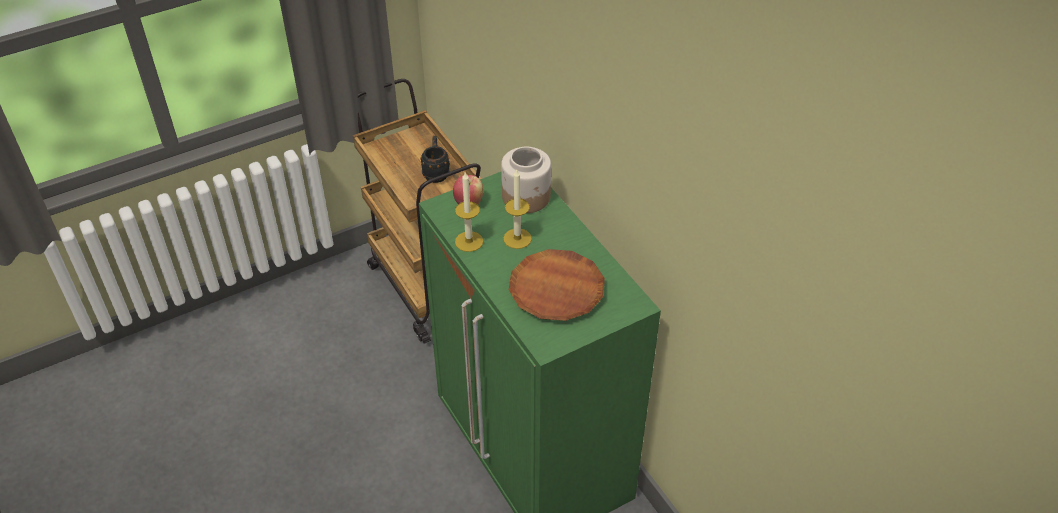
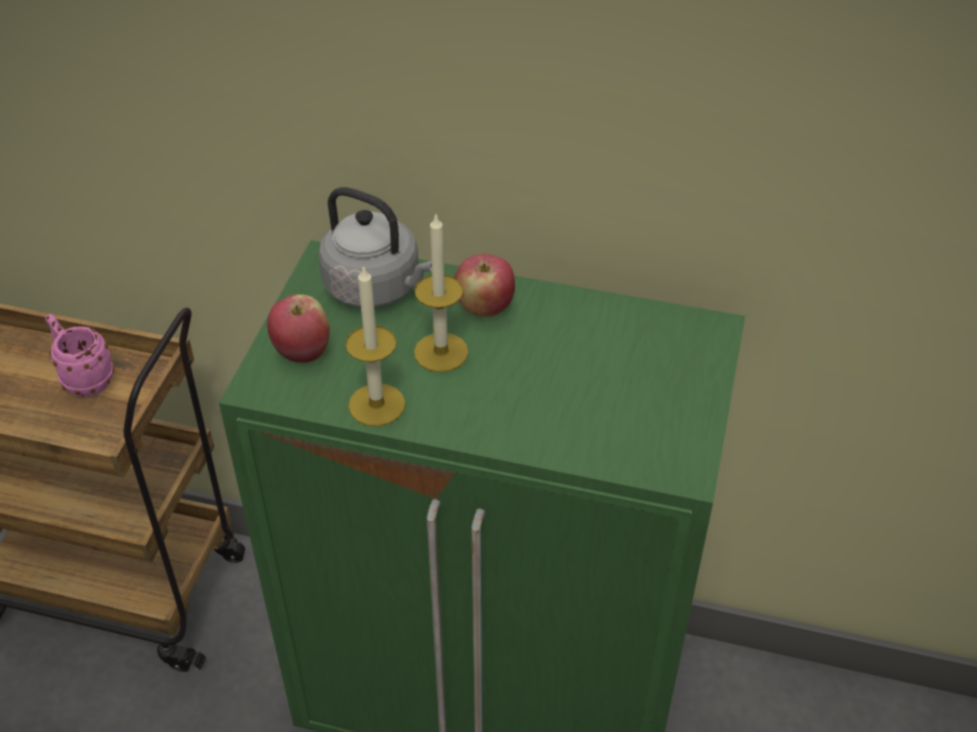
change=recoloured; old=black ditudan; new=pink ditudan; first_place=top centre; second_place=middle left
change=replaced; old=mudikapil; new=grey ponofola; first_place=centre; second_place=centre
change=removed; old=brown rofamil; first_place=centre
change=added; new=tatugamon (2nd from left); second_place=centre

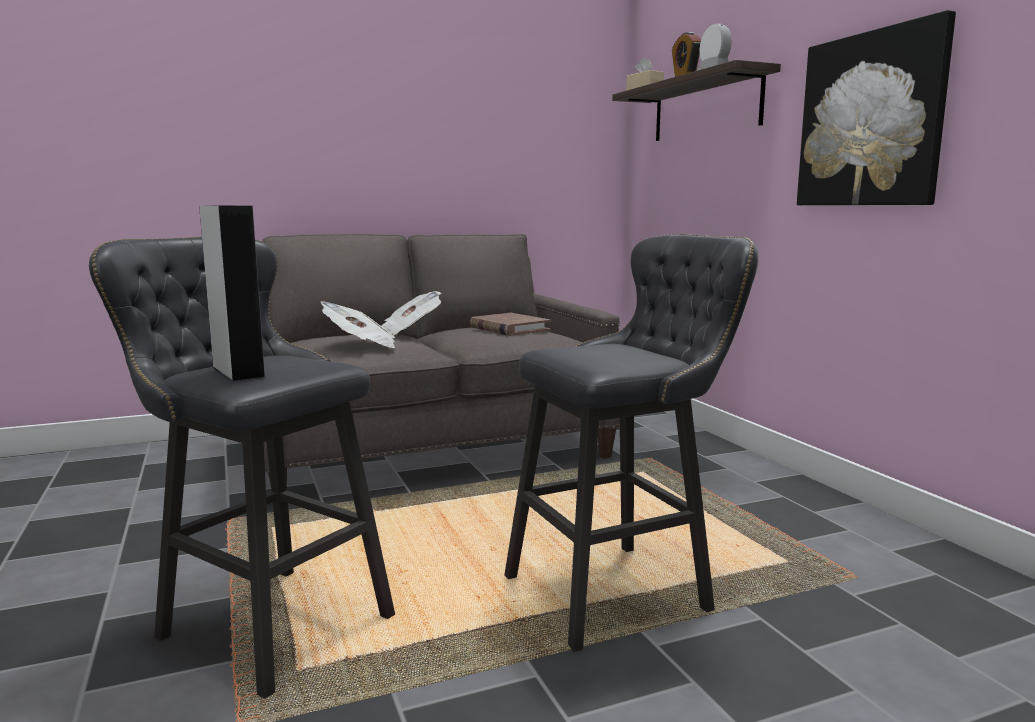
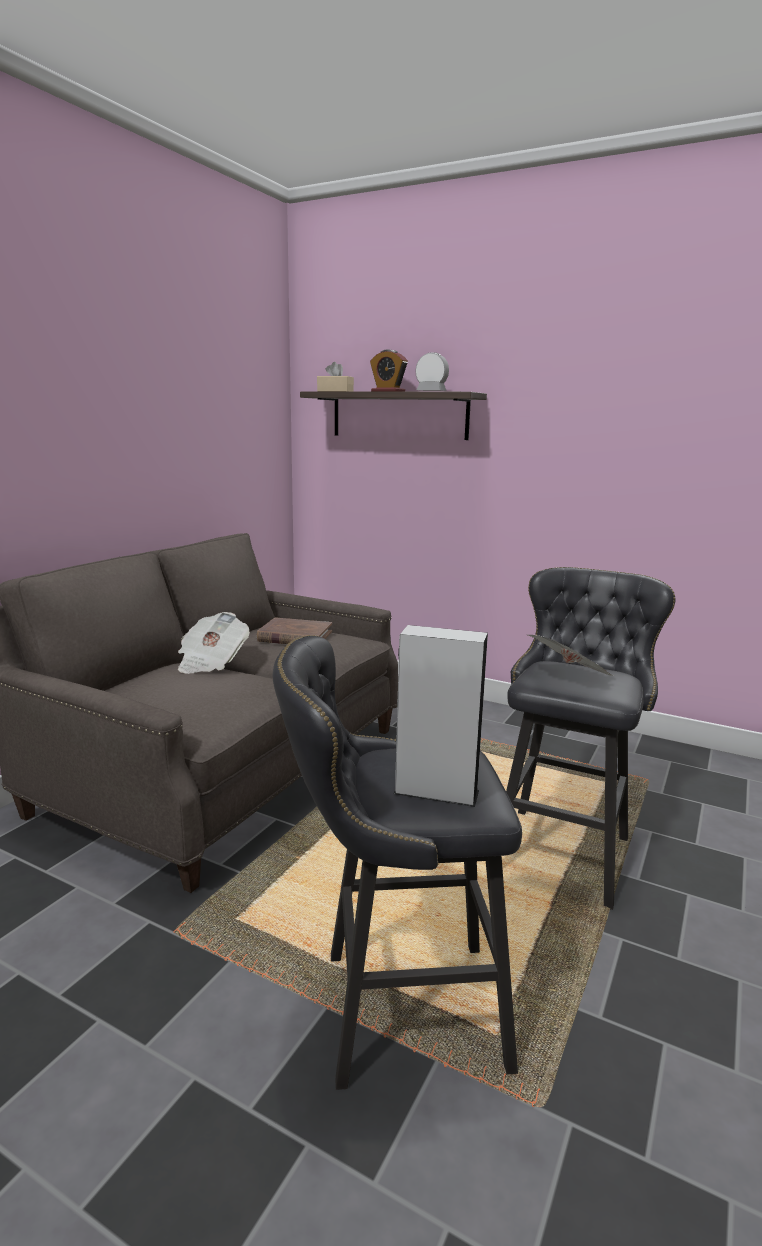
change=removed; old=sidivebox; first_place=top right
change=moved; old=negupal (1st from left in the first image); new=negupal (2nd from left); first_place=centre; second_place=middle right

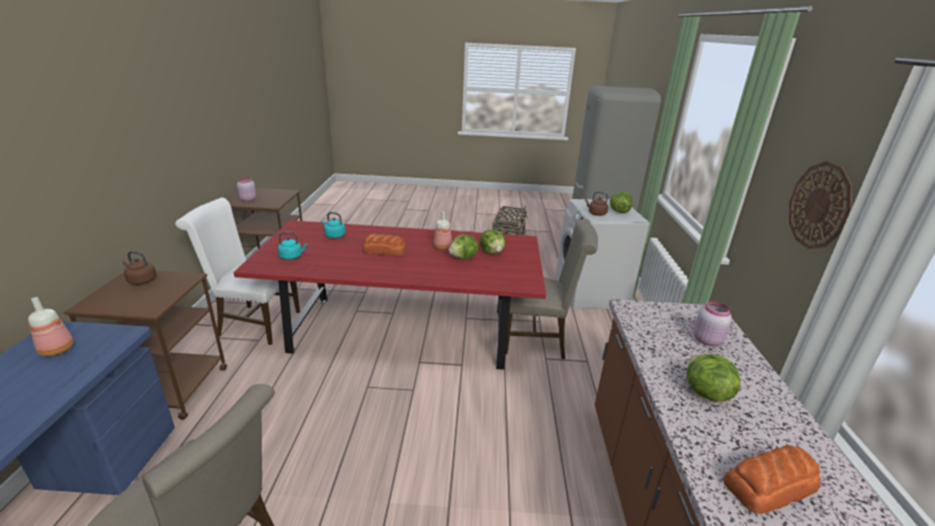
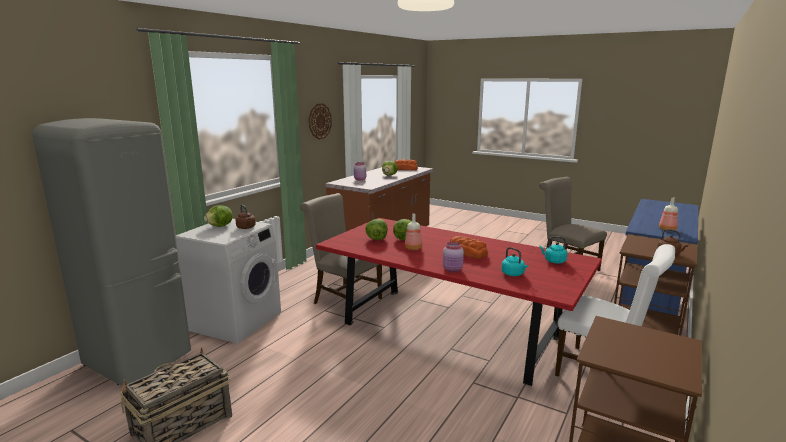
change=moved; old=pink mudikapil (1st from left in the first image); new=pink mudikapil (2nd from left); first_place=middle left; second_place=centre

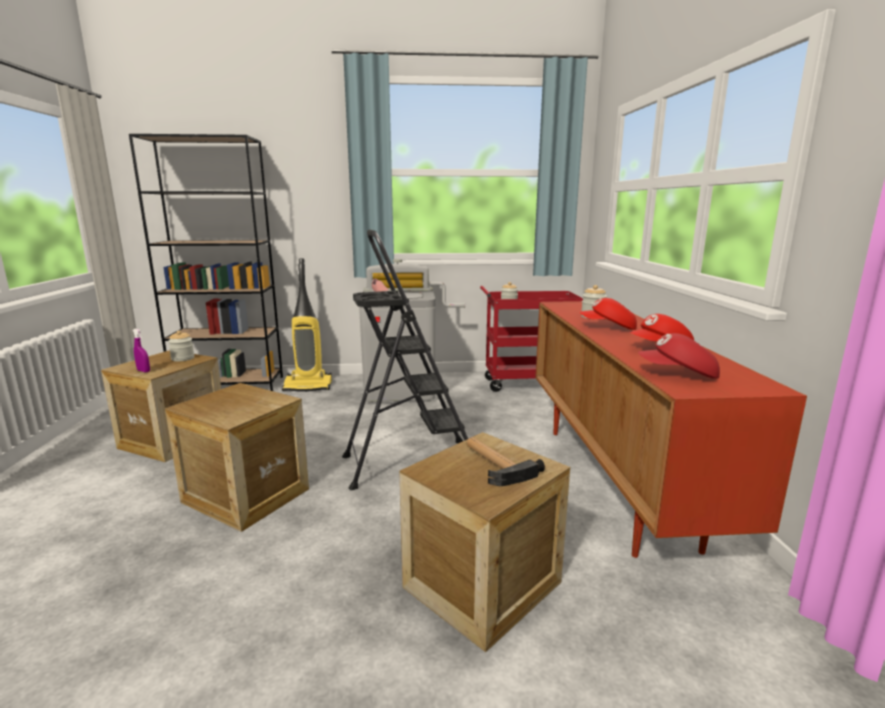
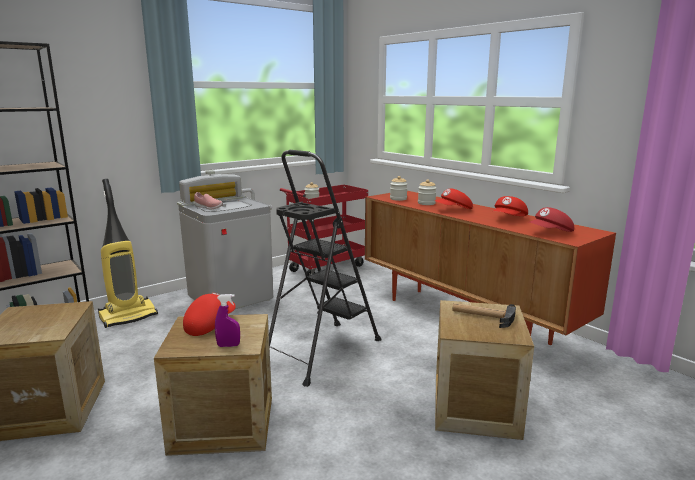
change=moved; old=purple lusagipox; first_place=middle left; second_place=bottom left
change=moved; old=mudikapil (1st from left in the first image); new=mudikapil (2nd from left); first_place=middle left; second_place=centre
change=added; new=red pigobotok (1st from left); second_place=middle left

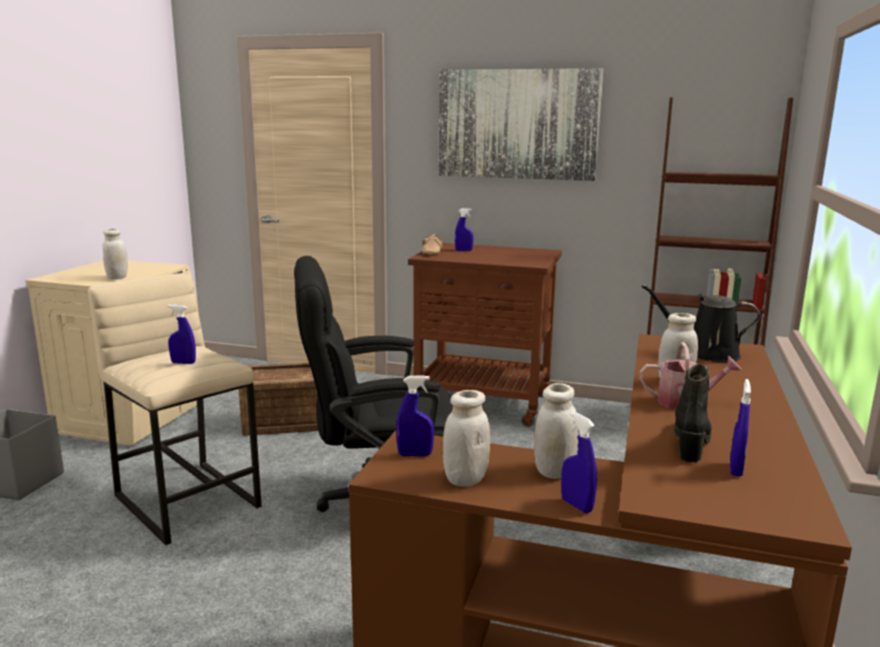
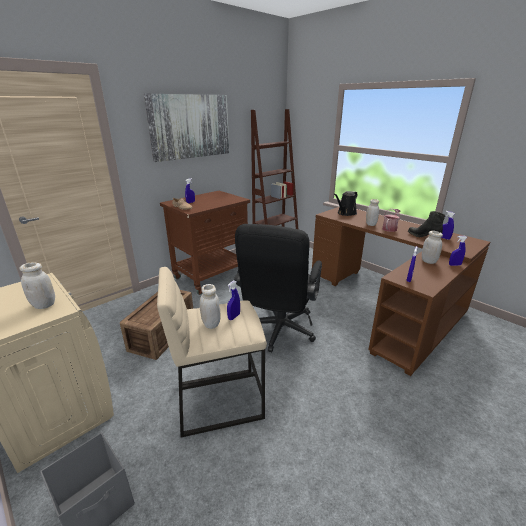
change=moved; old=white mudikapil (2nd from left); first_place=bottom centre; second_place=centre

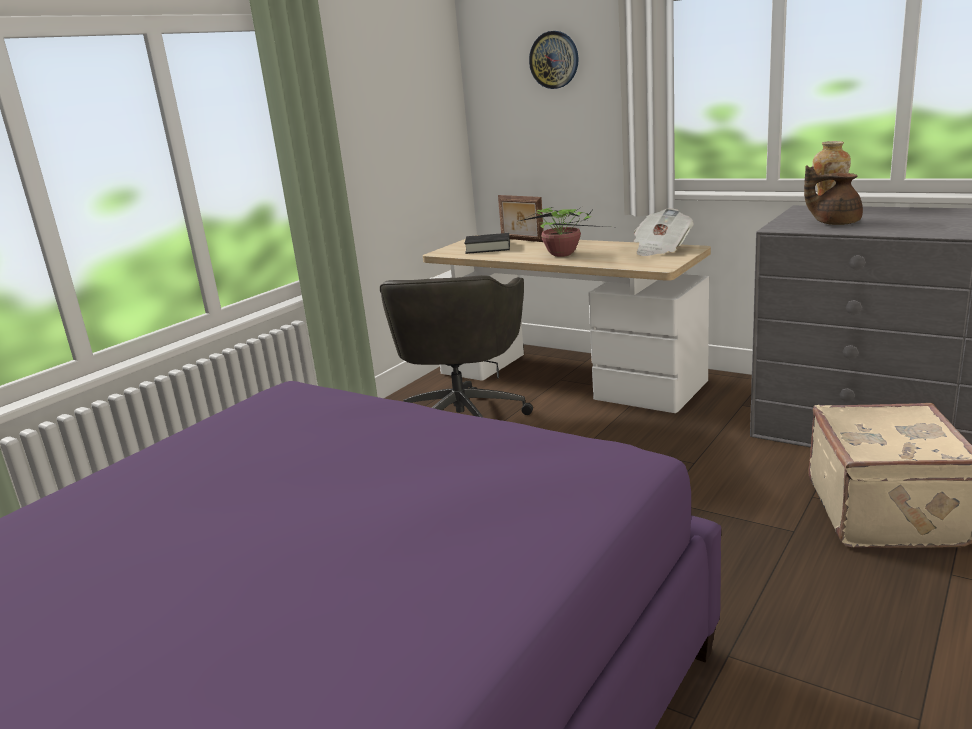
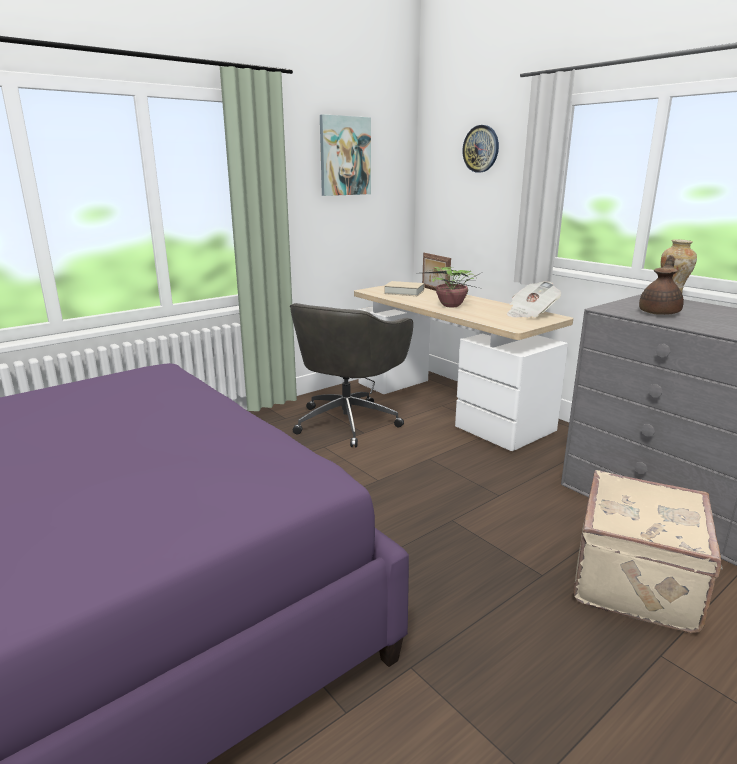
change=turned; old=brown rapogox; first_place=top right; second_place=middle right; degrees=90
change=recoloured; old=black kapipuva; new=beige kapipuva; first_place=centre; second_place=centre
change=added; new=sidivebox; second_place=top centre

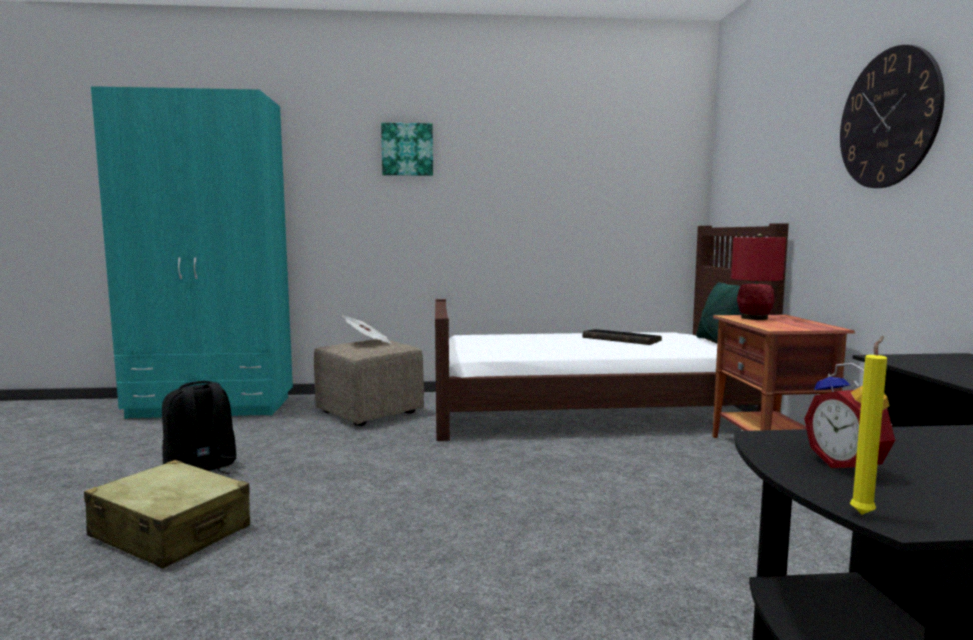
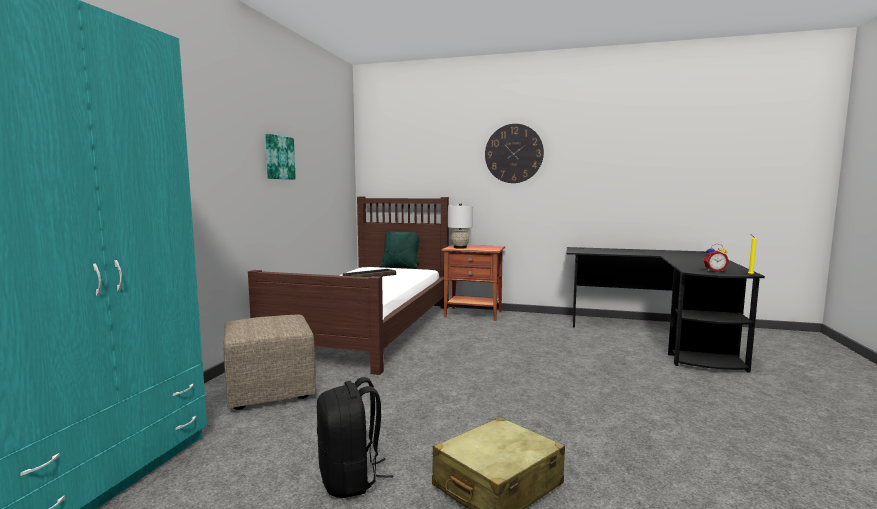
change=moved; old=sidivebox; first_place=top centre; second_place=top left
change=recoloured; old=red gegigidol; new=white gegigidol; first_place=middle right; second_place=centre
change=removed; old=negupal; first_place=centre

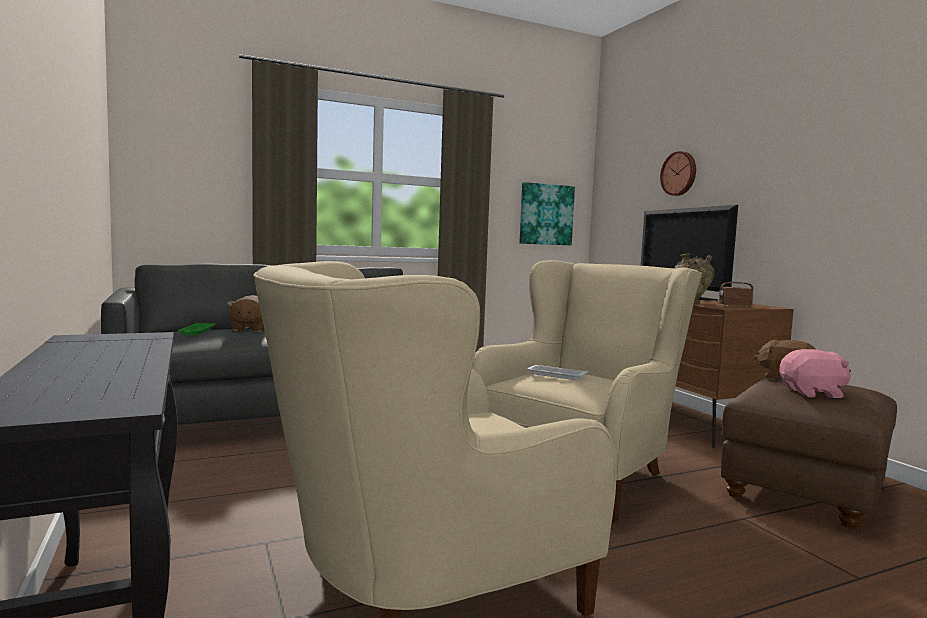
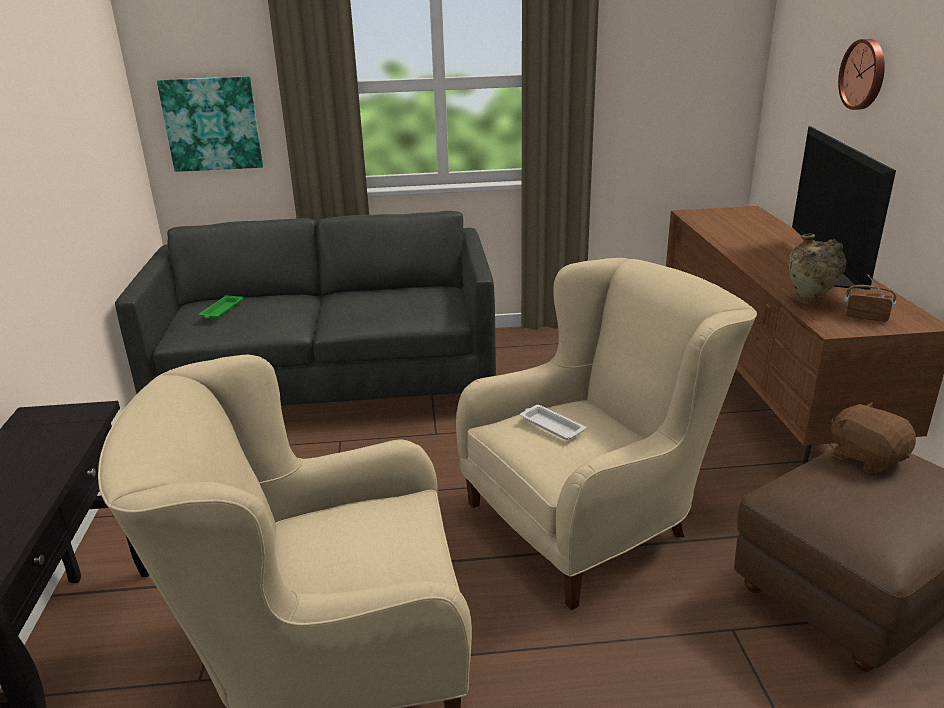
change=moved; old=sidivebox; first_place=centre; second_place=top left
change=removed; old=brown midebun (1st from left); first_place=middle left
change=removed; old=pink midebun; first_place=middle right

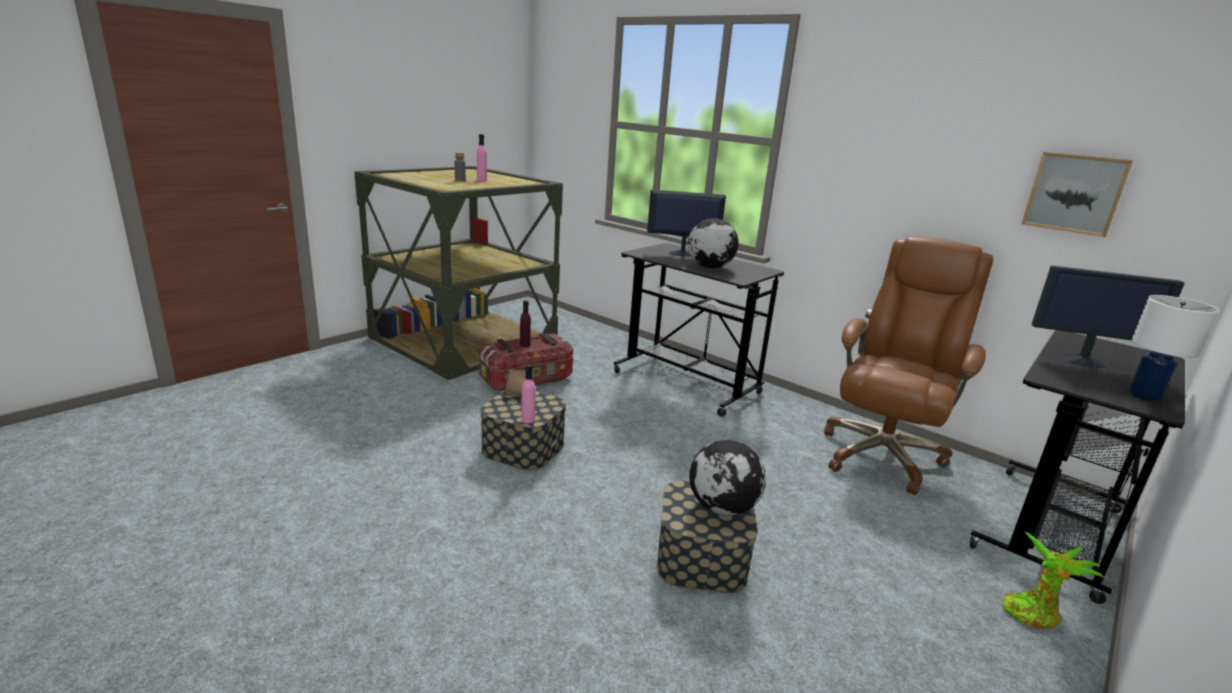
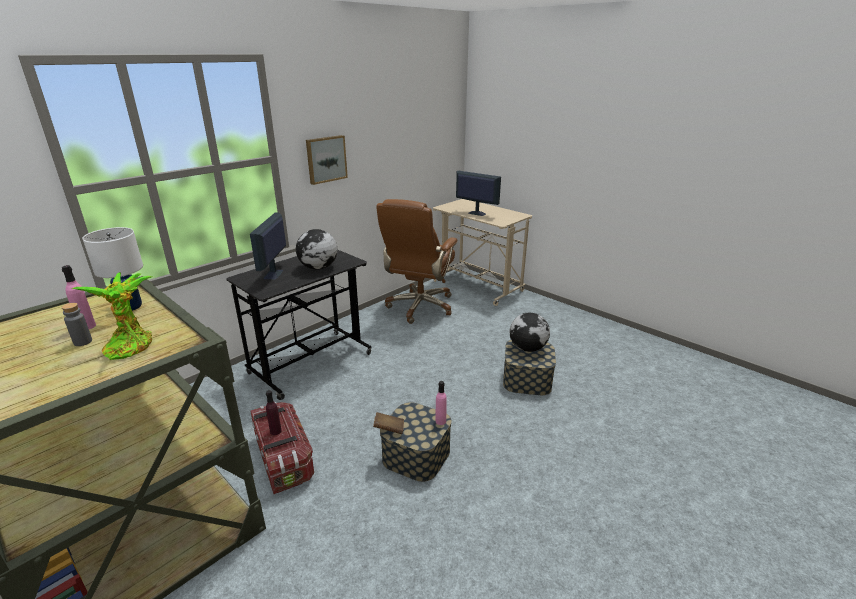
change=moved; old=sidivebox; first_place=top right; second_place=top centre
change=turned; old=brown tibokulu; first_place=middle right; second_place=centre; degrees=-105
change=turned; old=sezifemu (2nd from left); first_place=middle right; second_place=top centre; degrees=-75
change=moved; old=white gegigidol; first_place=middle right; second_place=middle left
change=recoloured; old=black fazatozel (2nd from left); new=beige fazatozel; first_place=bottom right; second_place=centre
change=moved; old=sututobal; first_place=bottom right; second_place=middle left

